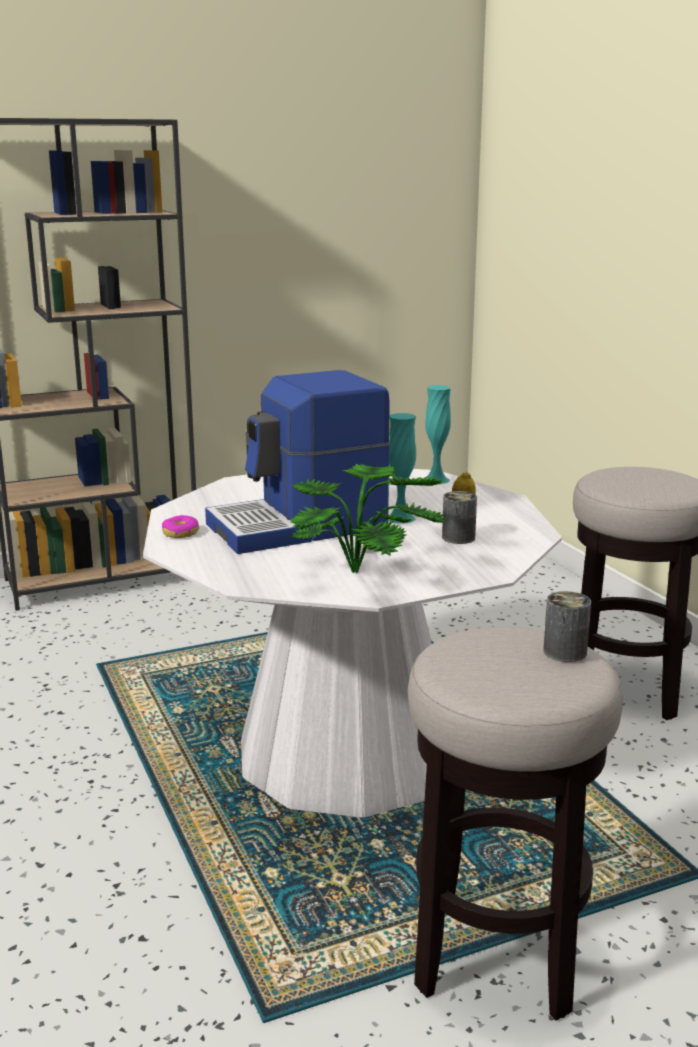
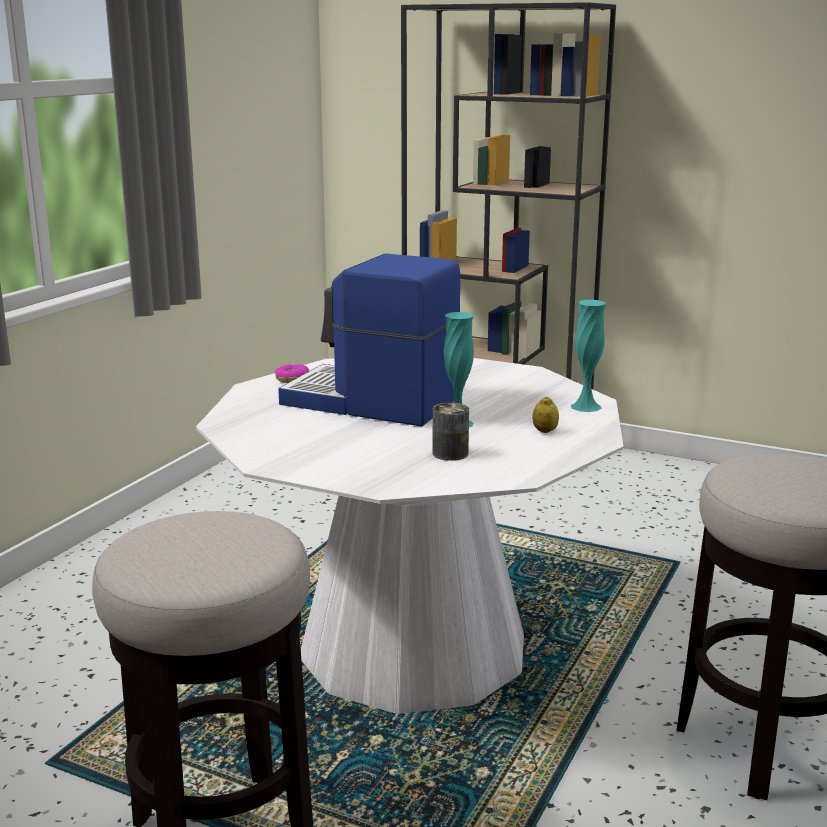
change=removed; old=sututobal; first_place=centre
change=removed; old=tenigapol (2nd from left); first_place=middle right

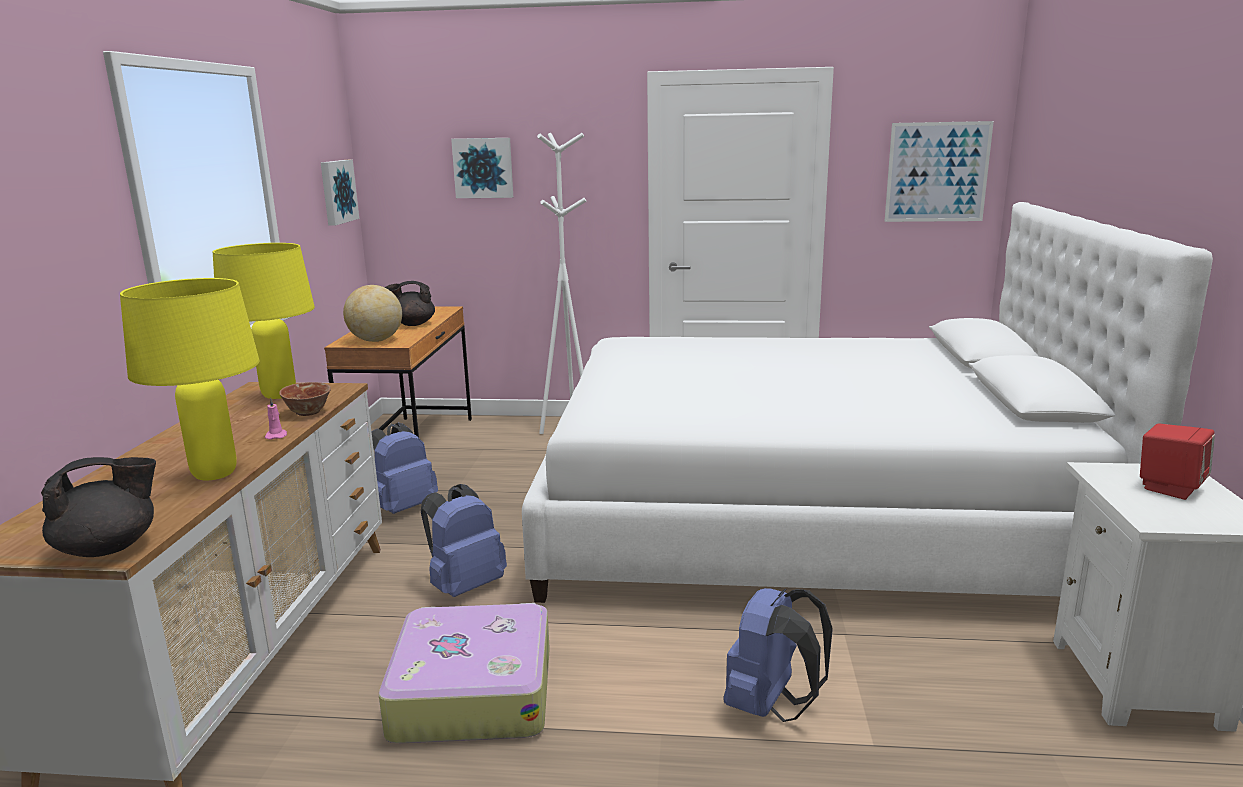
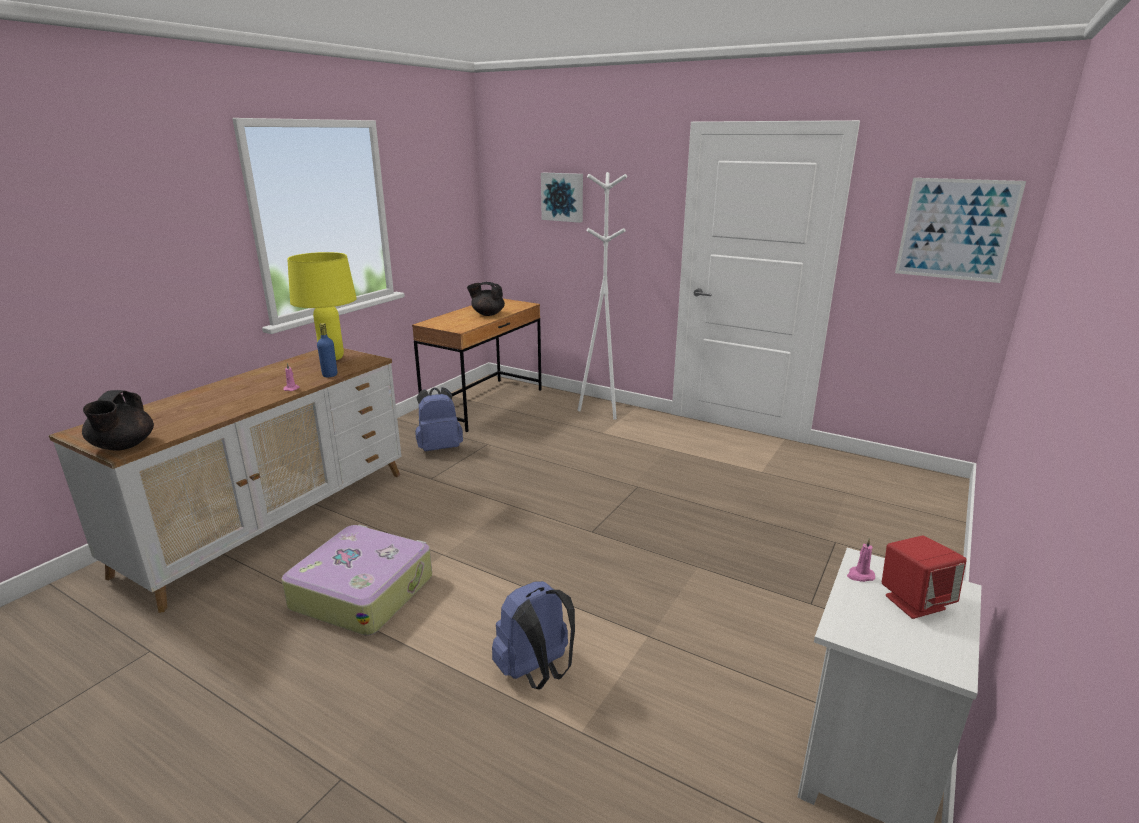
change=removed; old=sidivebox (1st from left); first_place=top left
change=removed; old=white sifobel; first_place=middle right
change=removed; old=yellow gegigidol (1st from left); first_place=middle left
change=removed; old=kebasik; first_place=middle left
change=replaced; old=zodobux; new=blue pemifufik; first_place=middle left; second_place=middle left
change=turned; old=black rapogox (1st from left); first_place=middle left; second_place=middle left; degrees=90
change=removed; old=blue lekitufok (2nd from left); first_place=bottom centre
change=added; new=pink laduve (2nd from left); second_place=bottom right

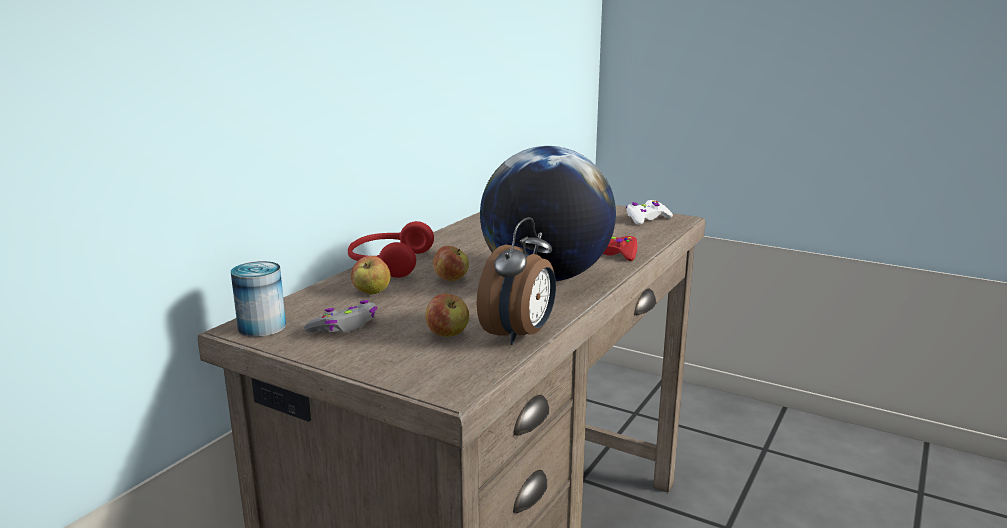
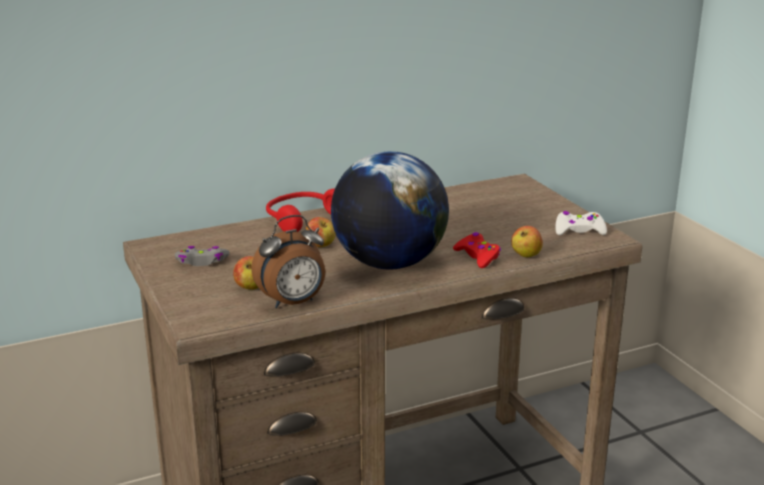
change=moved; old=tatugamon (1st from left in the first image); new=tatugamon (3rd from left); first_place=centre; second_place=middle right
change=removed; old=tenigapol; first_place=middle left

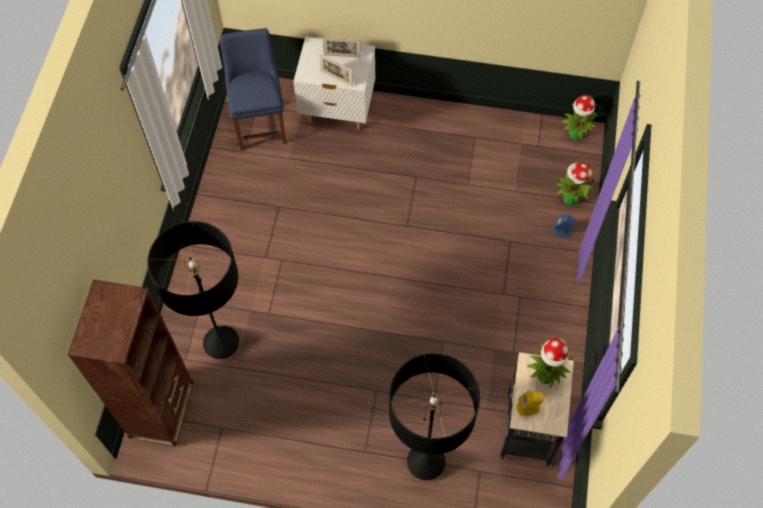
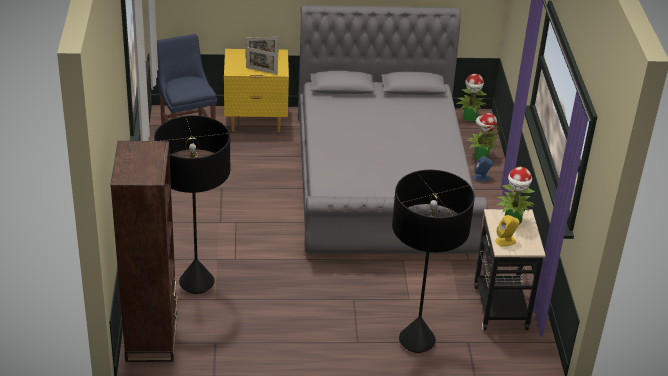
change=recoloured; old=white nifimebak; new=yellow nifimebak; first_place=top centre; second_place=top centre
change=added; new=grey sifobel; second_place=centre

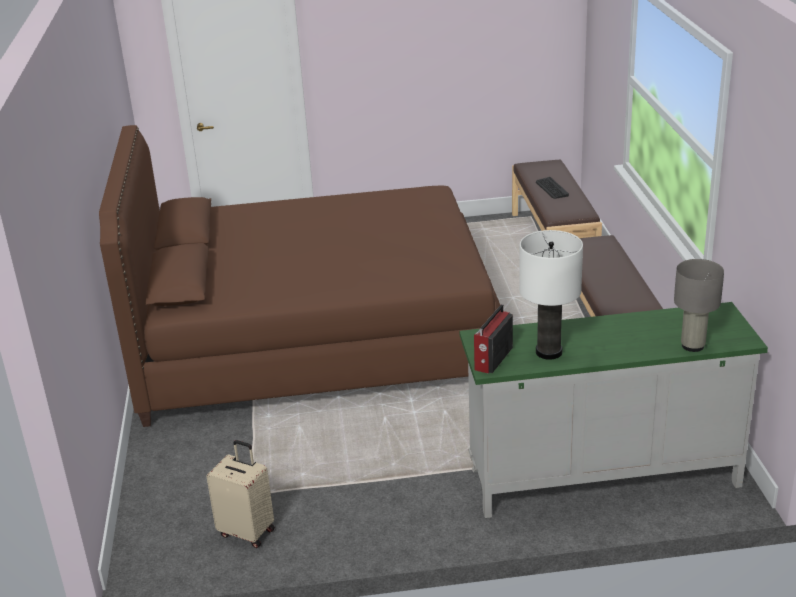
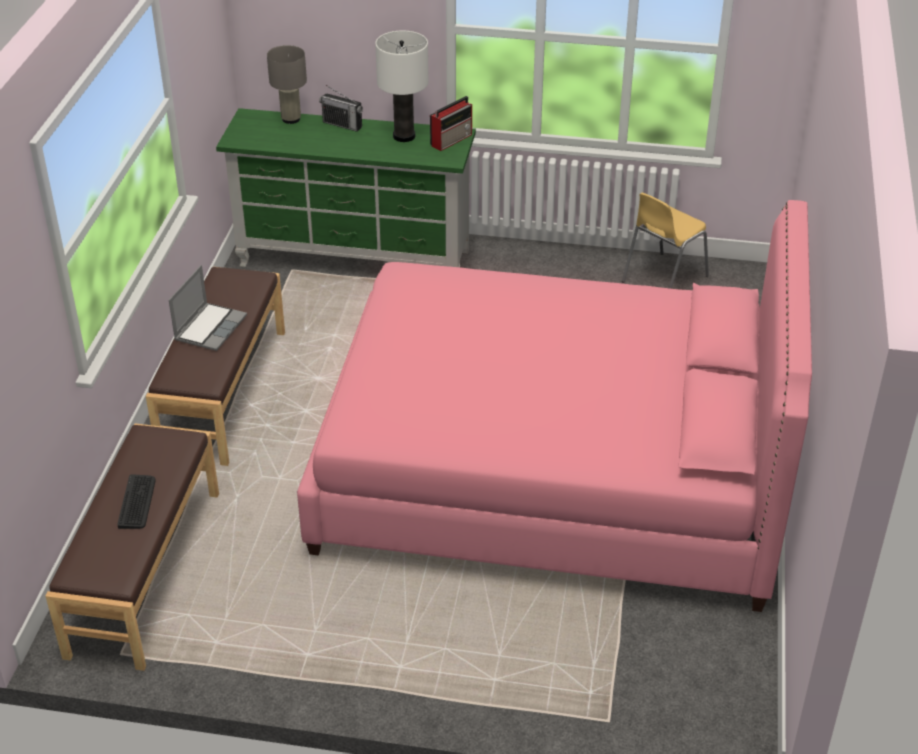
change=recoloured; old=brown sifobel; new=pink sifobel; first_place=centre; second_place=centre
change=replaced; old=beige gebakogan; new=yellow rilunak; first_place=bottom left; second_place=top right
change=added; new=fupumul (1st from left); second_place=top centre
change=added; new=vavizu; second_place=middle left

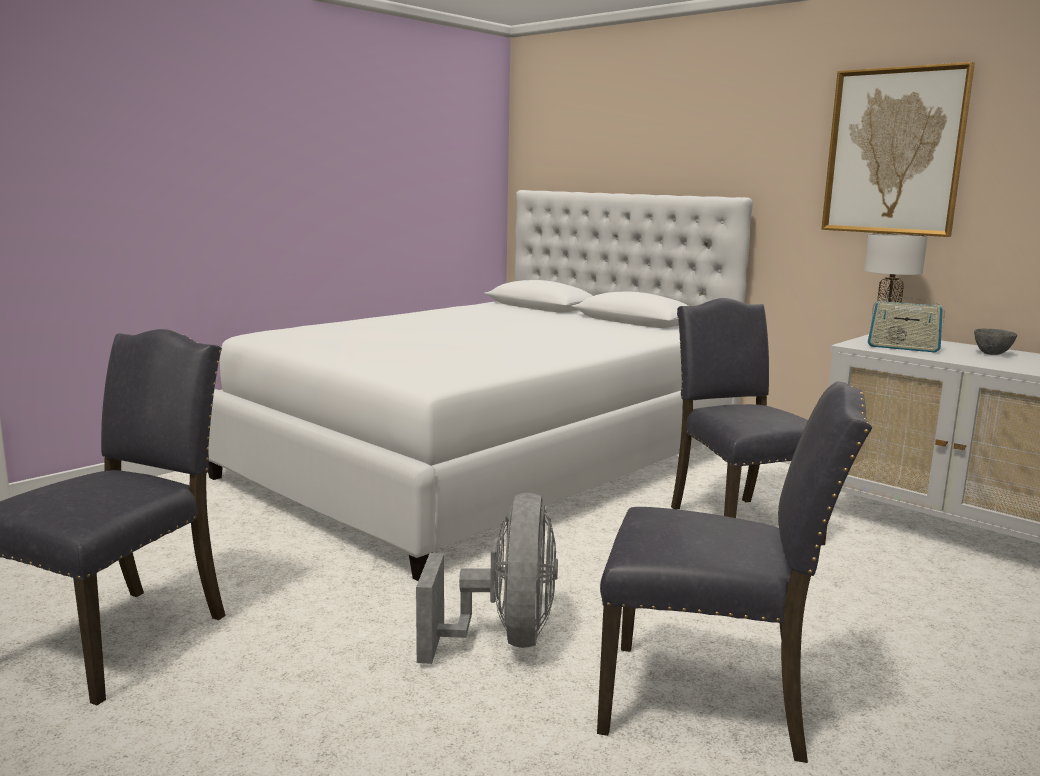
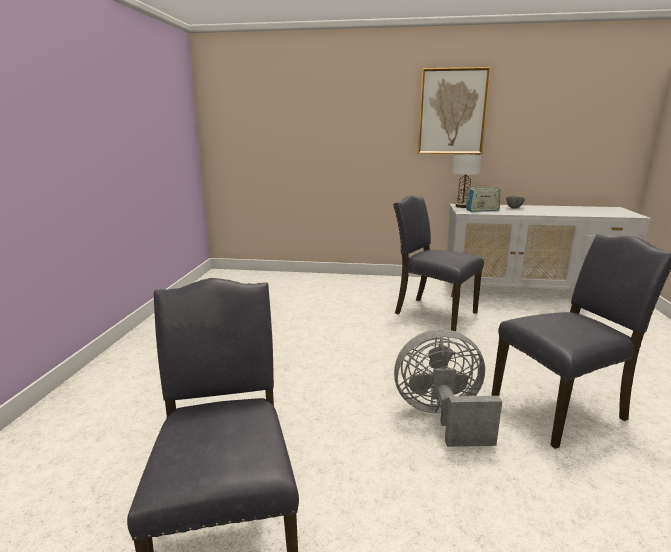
change=removed; old=white sifobel; first_place=centre
change=turned; old=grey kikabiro; first_place=bottom centre; second_place=bottom right; degrees=-60

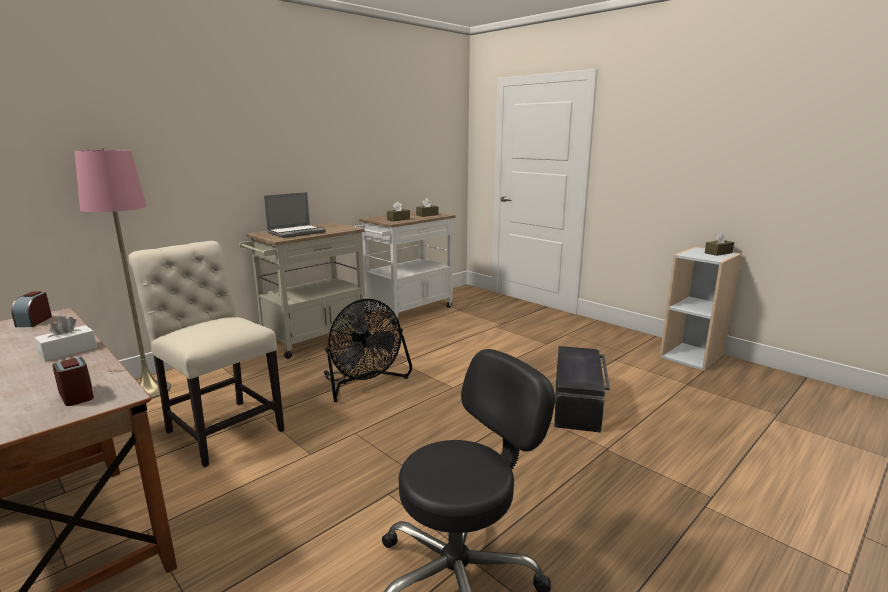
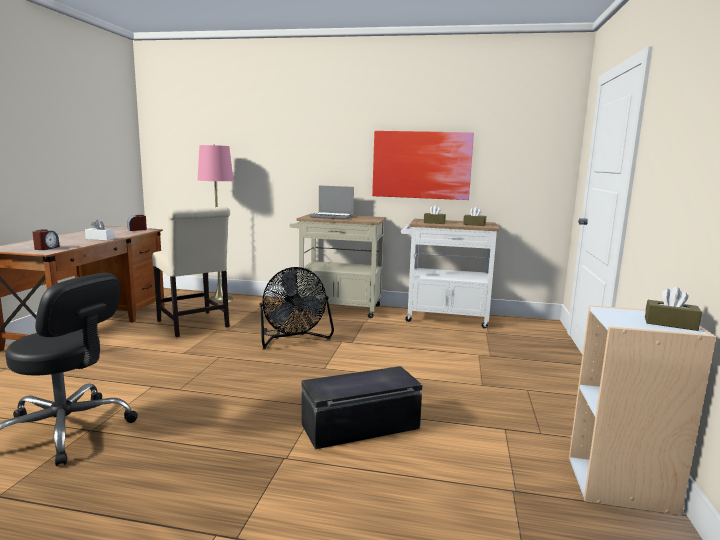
change=turned; old=beige rilunak; first_place=middle left; second_place=middle left; degrees=135
change=turned; old=black kikabiro; first_place=centre; second_place=centre; degrees=-45
change=added; new=sidivebox; second_place=top centre

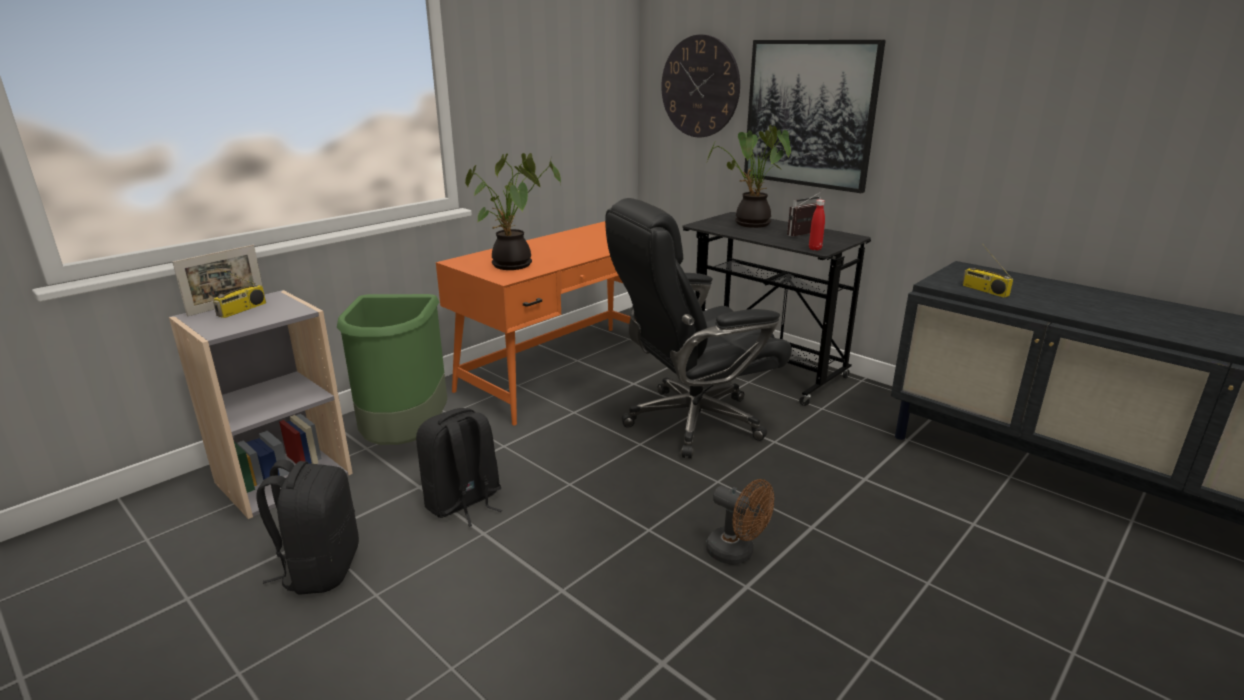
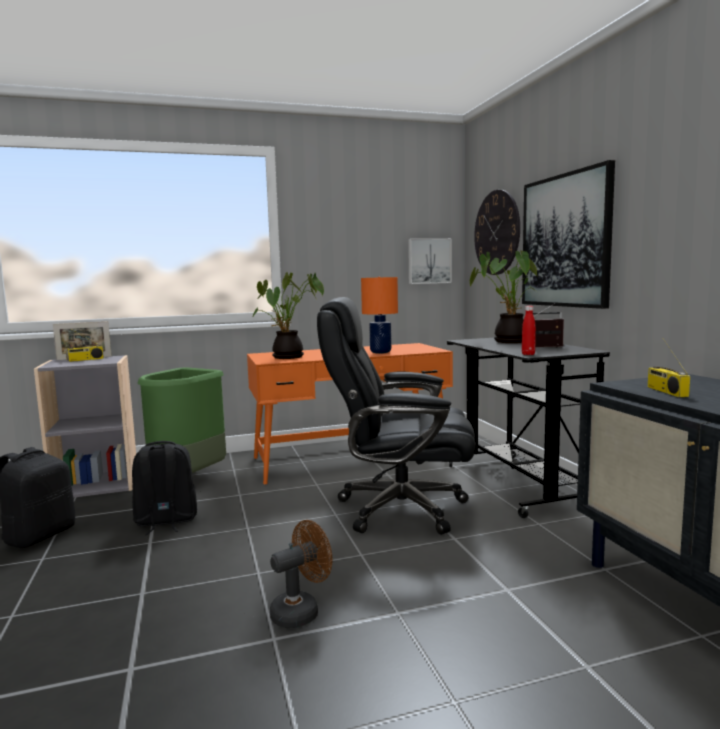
change=turned; old=brown kikabiro; first_place=bottom centre; second_place=bottom centre; degrees=-105
change=added; new=sidivebox (1st from left); second_place=centre
change=added; new=orange gegigidol; second_place=centre

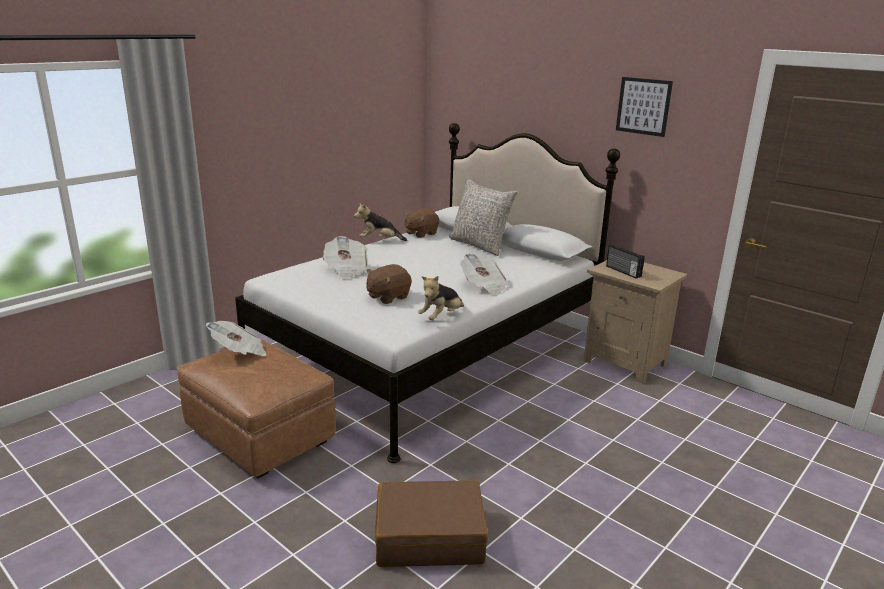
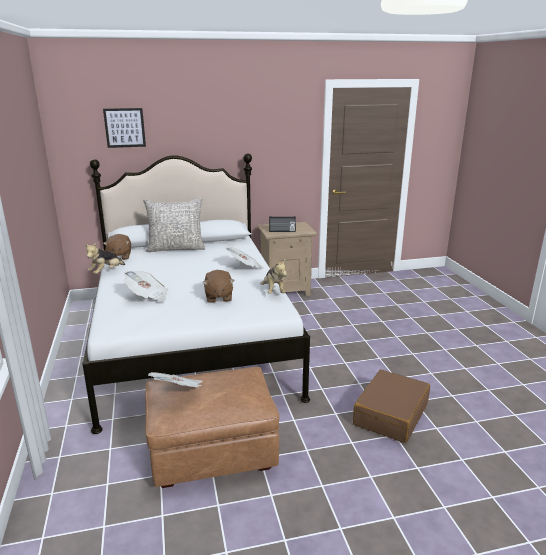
change=moved; old=sidivebox; first_place=top right; second_place=top left

